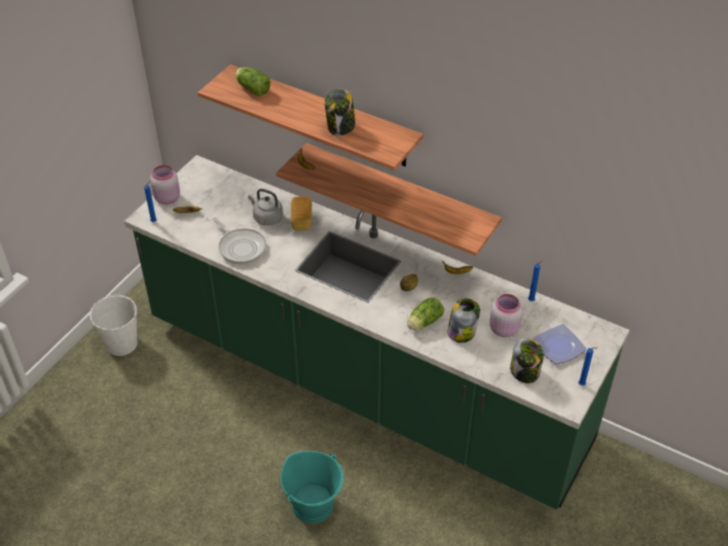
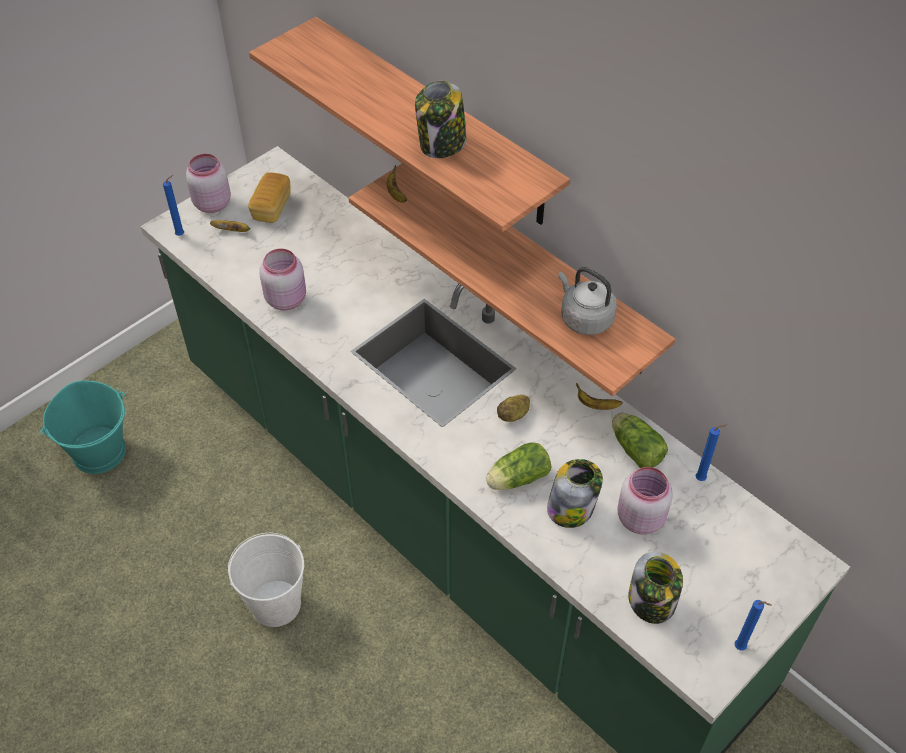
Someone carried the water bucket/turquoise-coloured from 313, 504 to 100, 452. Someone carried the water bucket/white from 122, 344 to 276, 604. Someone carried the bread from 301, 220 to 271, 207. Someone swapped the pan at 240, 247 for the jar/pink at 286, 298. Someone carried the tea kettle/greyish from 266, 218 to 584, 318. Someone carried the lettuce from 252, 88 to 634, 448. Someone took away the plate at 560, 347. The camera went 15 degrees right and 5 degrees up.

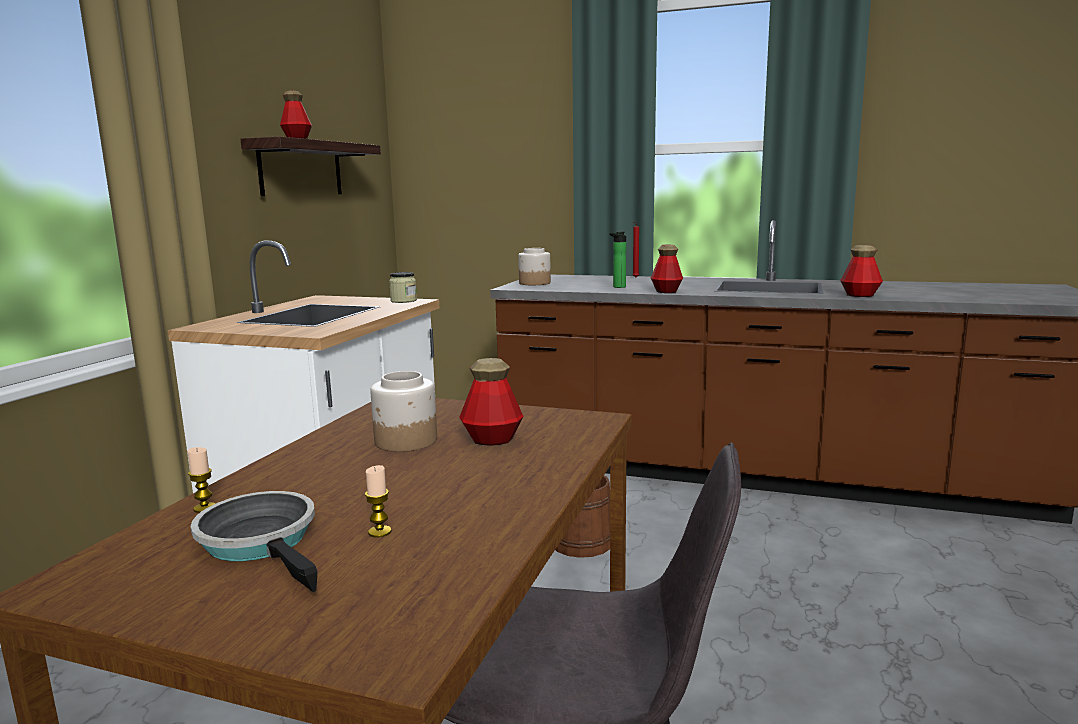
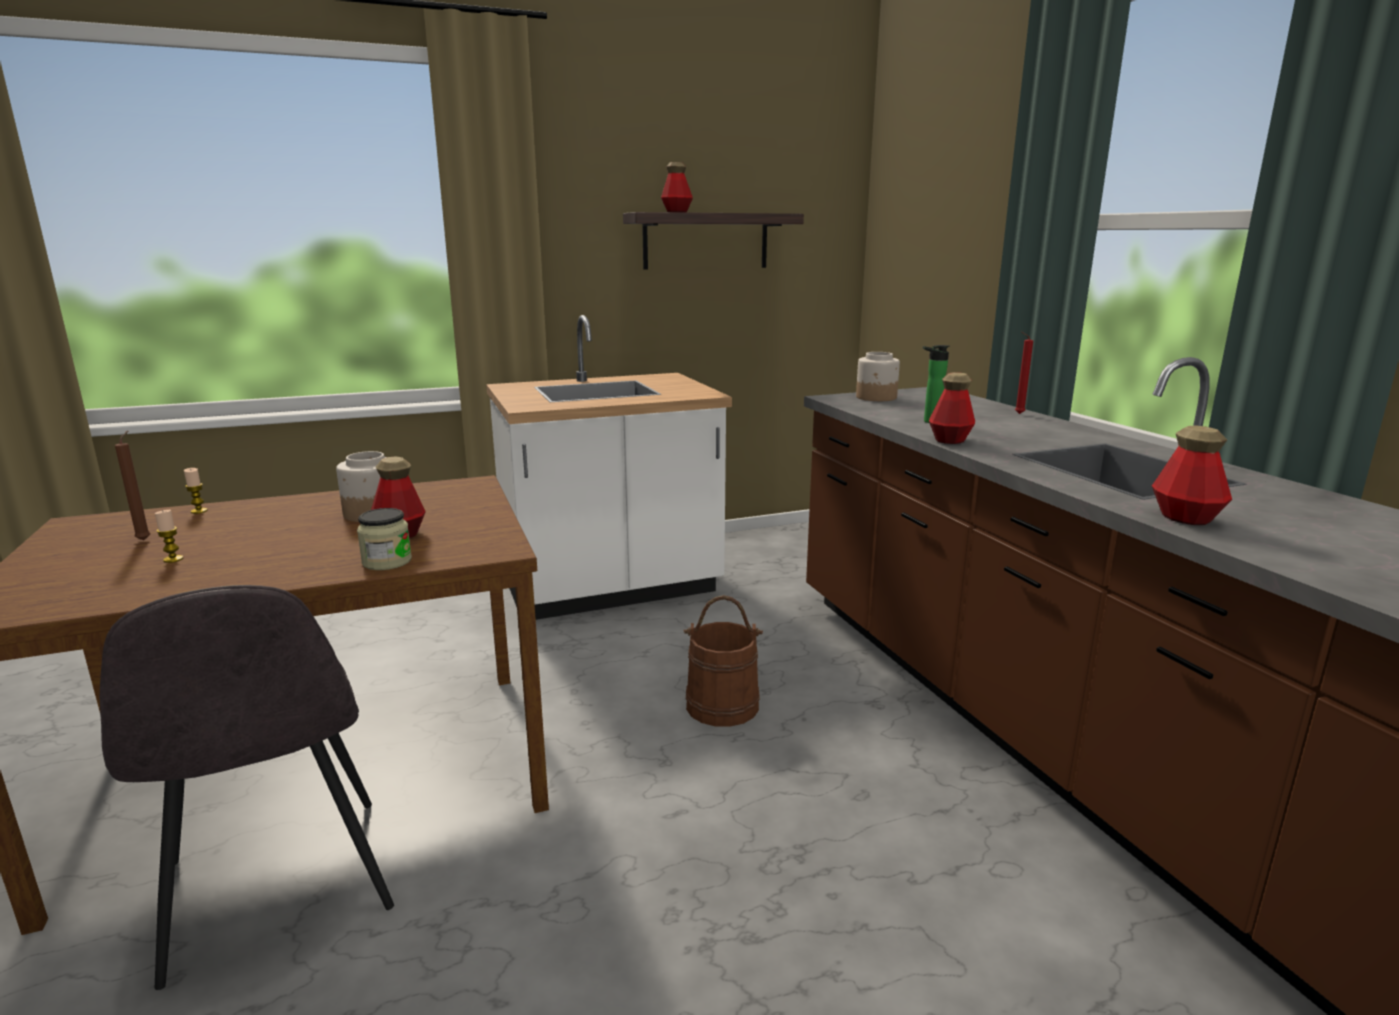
Someone swapped the pan at 262, 542 for the candle/brown at 145, 539. Someone carried the jar from 403, 301 to 387, 561. The camera went 50 degrees right and 5 degrees up.

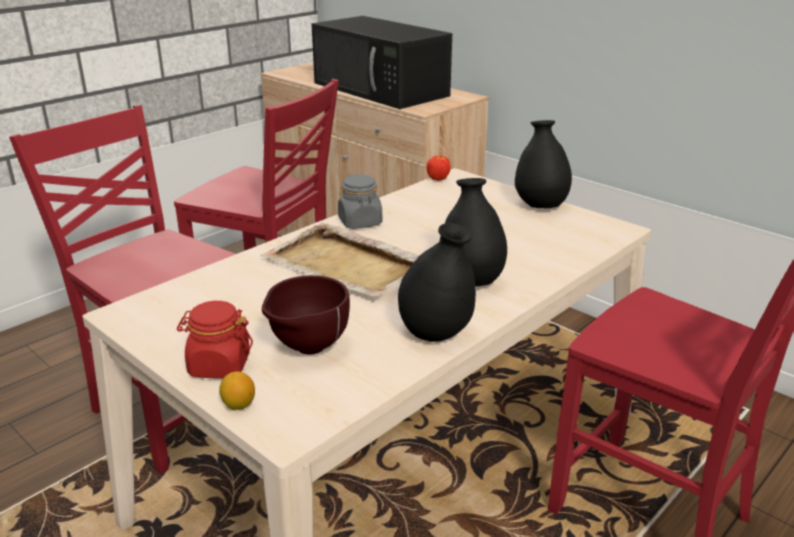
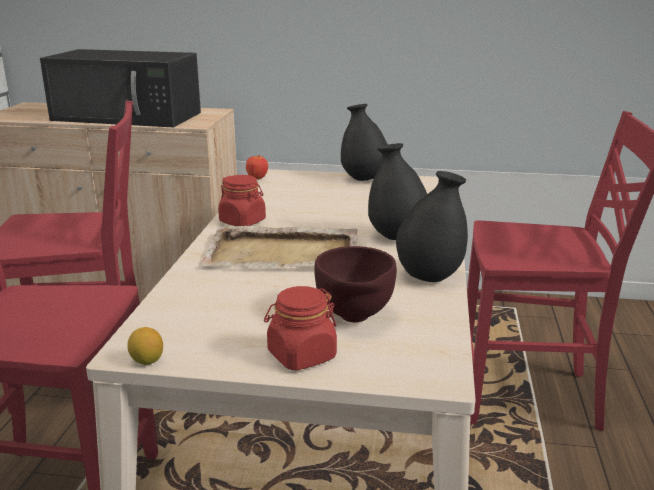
Someone carried the whole lemon from 238, 405 to 147, 361. Someone repainted the jar/greyish at 360, 222, which became the jar/reddish at 243, 221. The camera went 35 degrees left and 5 degrees down.

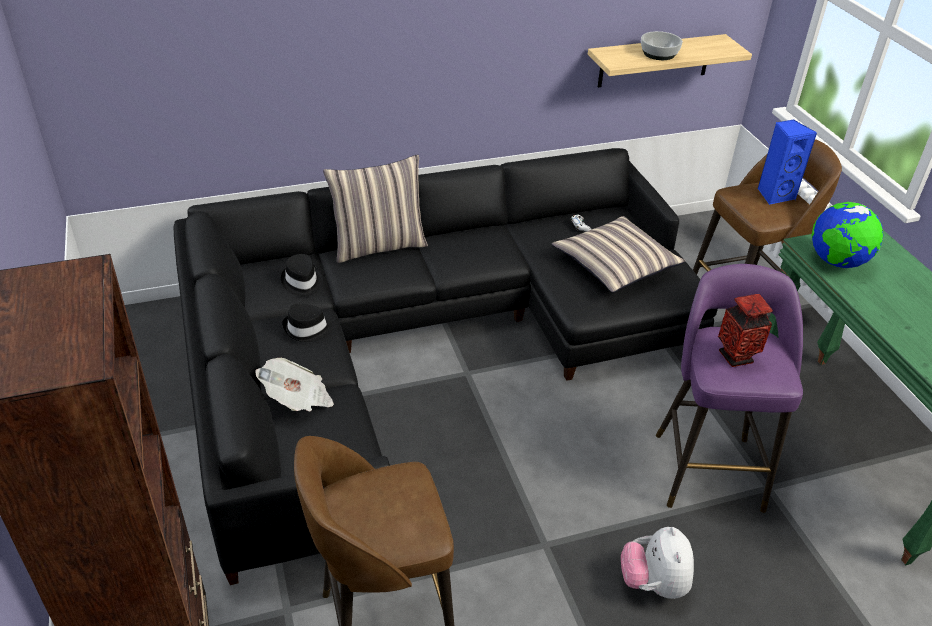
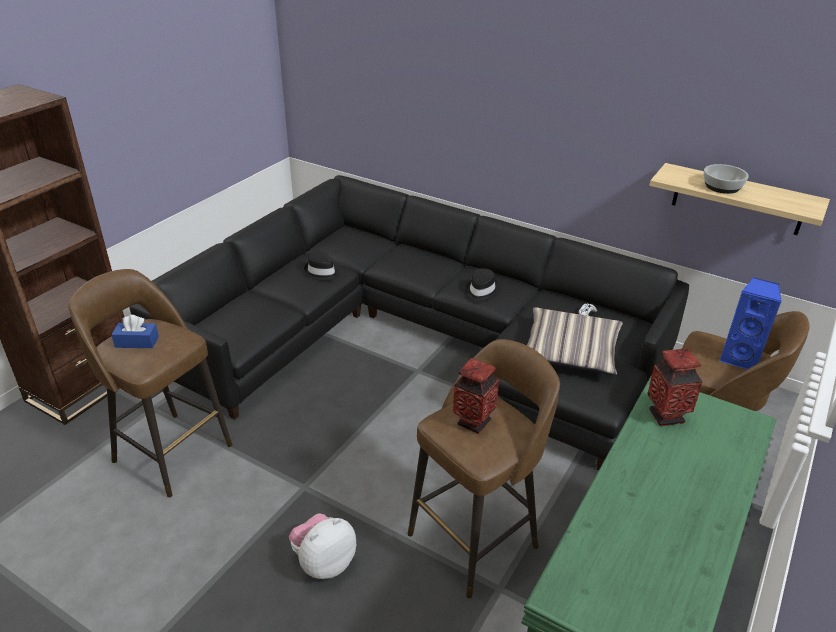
Someone put down the box of tissues/bluish at 137, 342. Someone repainted the stool/purple at 708, 468, which became the stool/brown at 476, 539. Someone carried the wearable hat/black-coloured from 302, 282 to 481, 291. Someone swapped the world globe at 837, 262 for the decorative vase at 666, 416. Someone took away the newspaper at 298, 399. Someone took away the cushion at 379, 245. The camera went 50 degrees right and 5 degrees down.

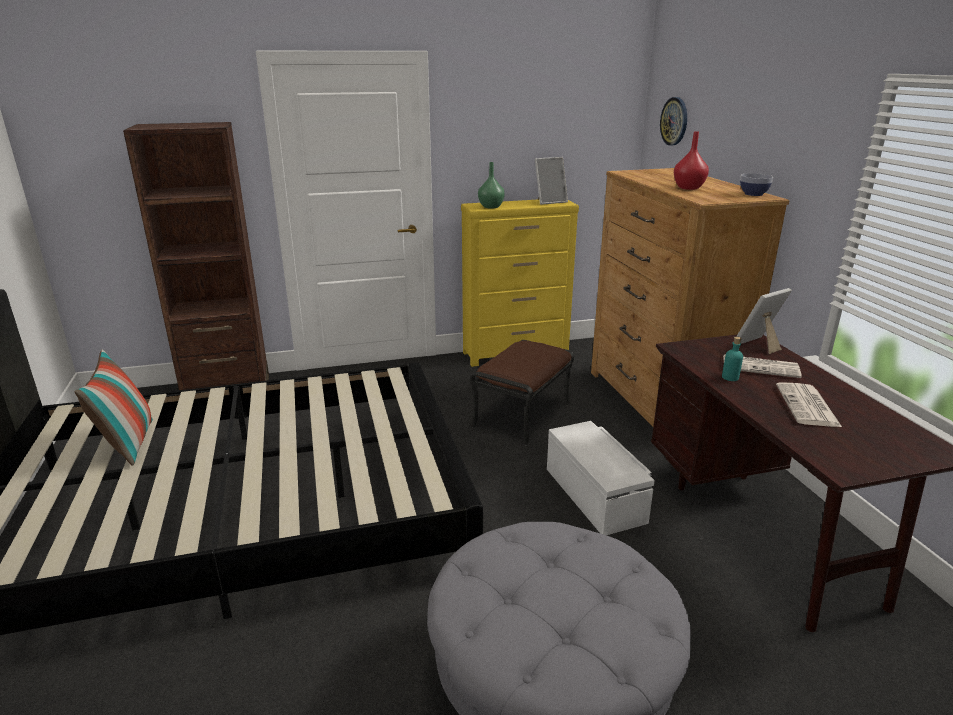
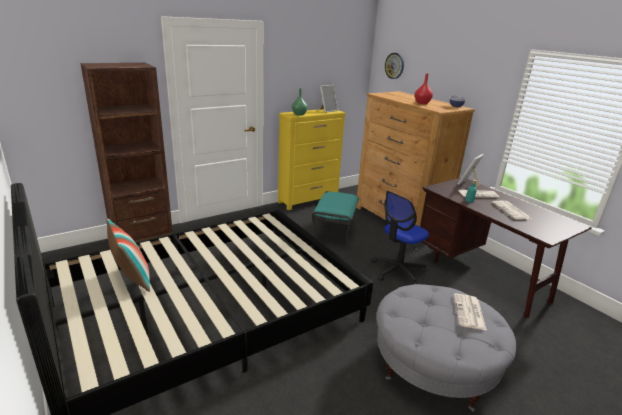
Someone repainted the footrest/brown at 523, 416, which became the footrest/turquoise-coloured at 334, 235. Someone swapped the storage container/white at 595, 494 for the desk chair at 397, 271. Someone put down the newspaper at 469, 312. The camera went 20 degrees left and 0 degrees up.

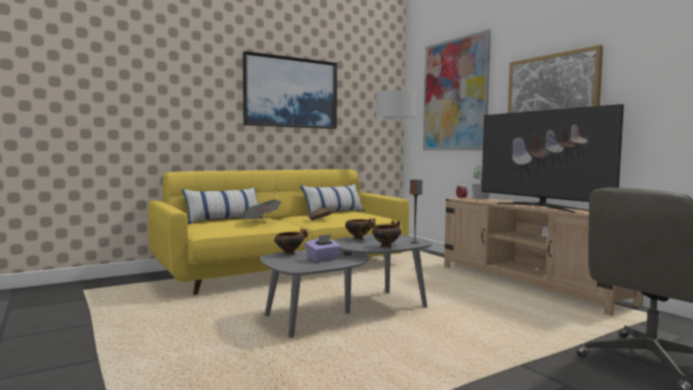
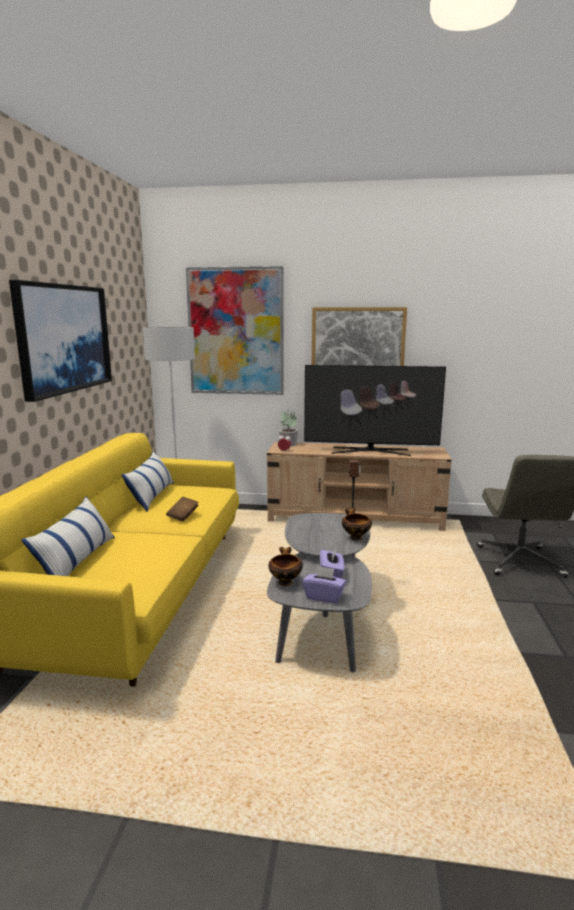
Someone put down the box of tissues/purple at 324, 596. Someone took away the newspaper at 260, 221. Someone took away the deep dish at 359, 239. The camera went 50 degrees left and 10 degrees up.

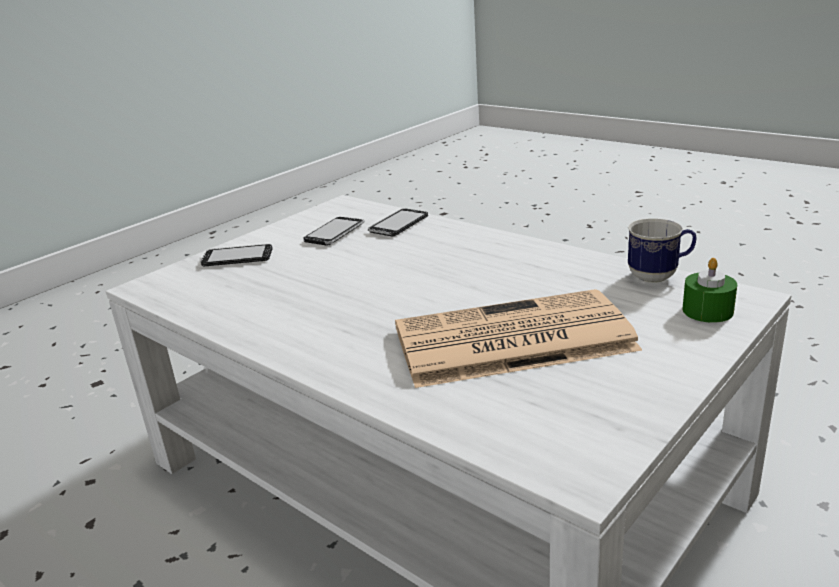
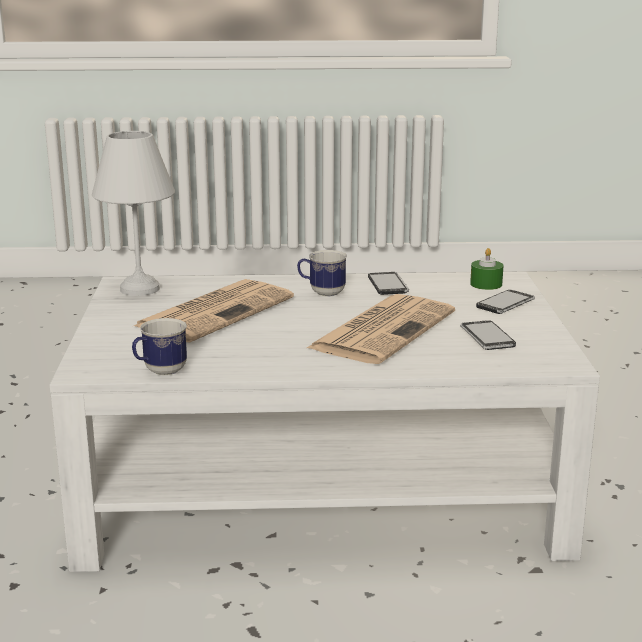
Someone put down the table lamp/white at 141, 289. Someone put down the coffee mug at 322, 292. Someone put down the newspaper at 383, 329. Someone carried the phone from 398, 224 to 388, 285. Someone carried the candle/green-coloured from 707, 311 to 486, 284. The camera went 135 degrees right and 5 degrees down.

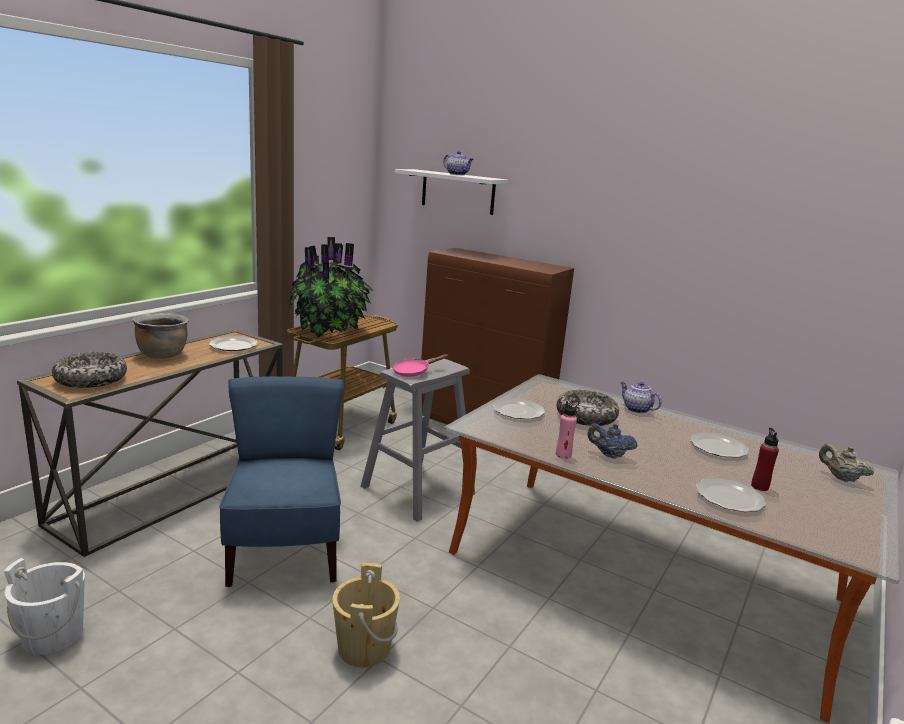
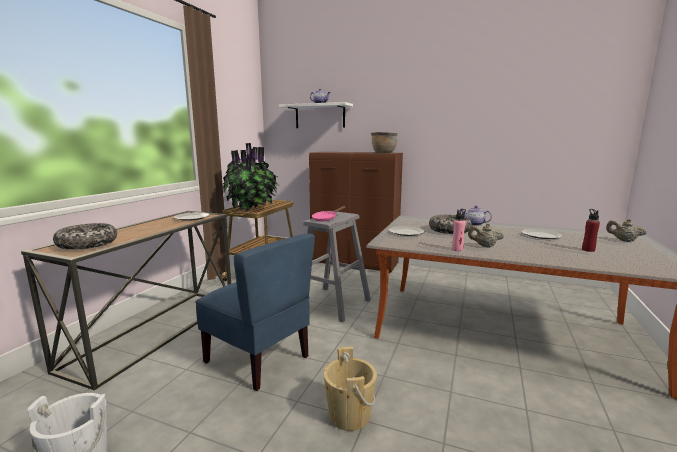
Someone rotated the plain chair/bluish at 284, 554 by 150 degrees clockwise. Someone carried the cooking pot/brown from 162, 355 to 383, 153. Someone repainted the pot for tea/bluish at 609, 455, which became the pot for tea/beige at 484, 246. Someone took away the plate at 730, 498. The camera went 10 degrees left and 5 degrees down.

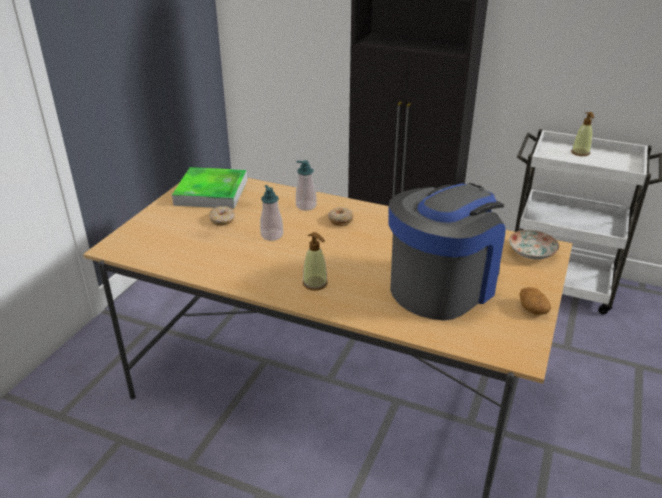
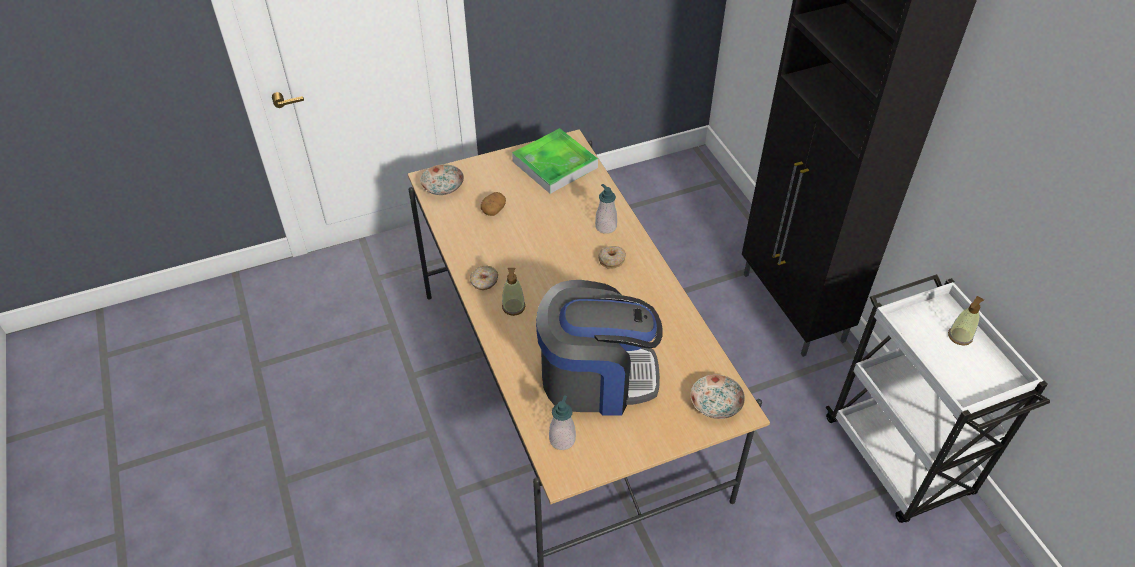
Someone put down the plate at 443, 187. Someone carried the donut from 222, 220 to 484, 281. Someone carried the potato from 532, 308 to 493, 209. Someone carried the soap dispenser from 272, 235 to 562, 439. The camera went 45 degrees right and 15 degrees up.

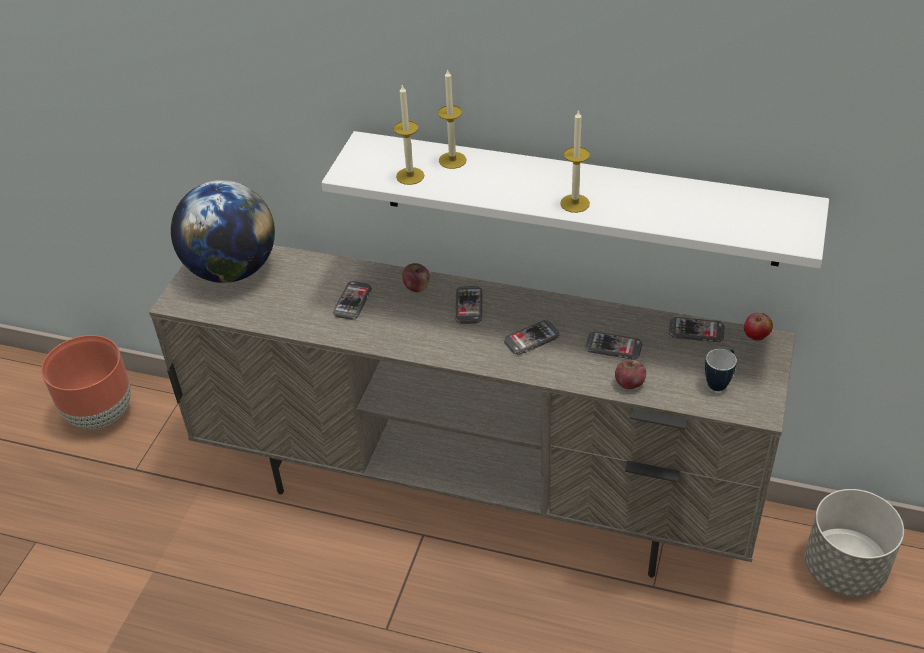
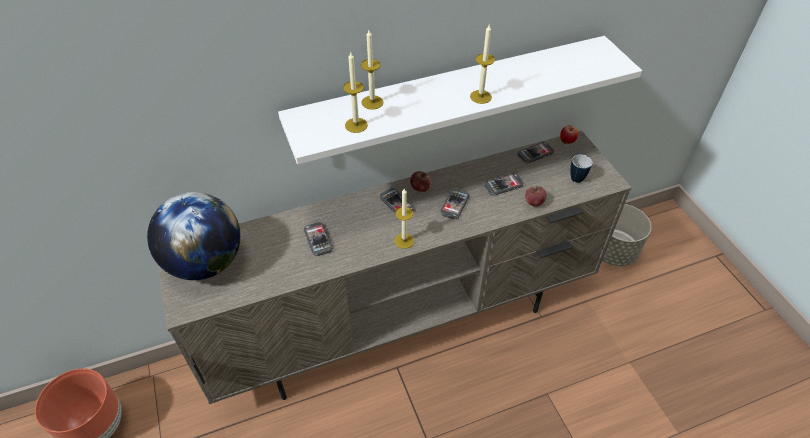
Someone put down the candle at 404, 240. Someone carried the apple from 417, 287 to 420, 188. The camera went 40 degrees left and 5 degrees up.

